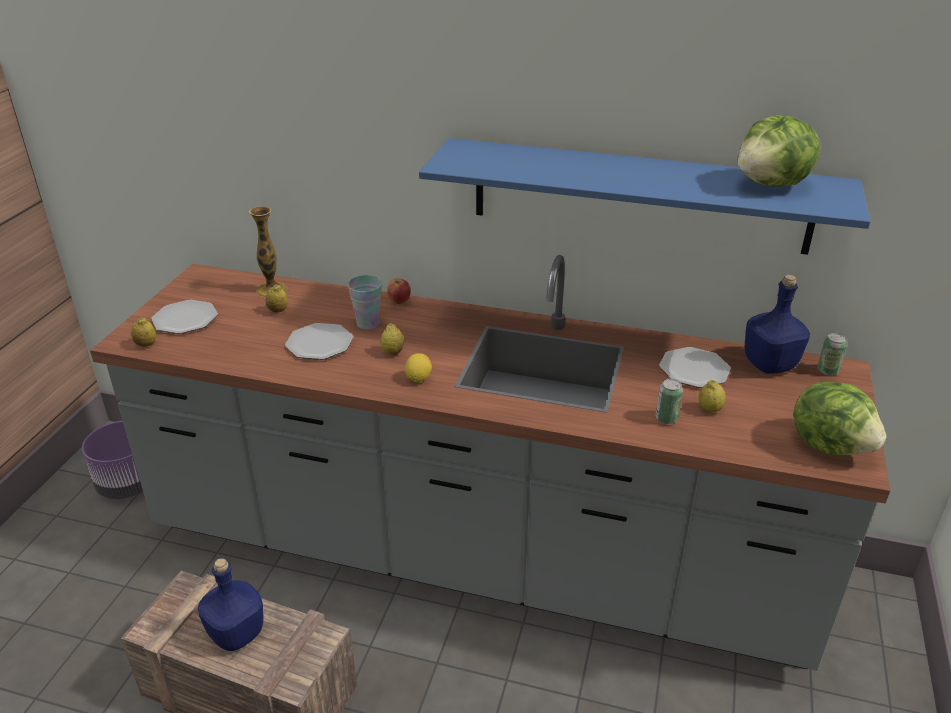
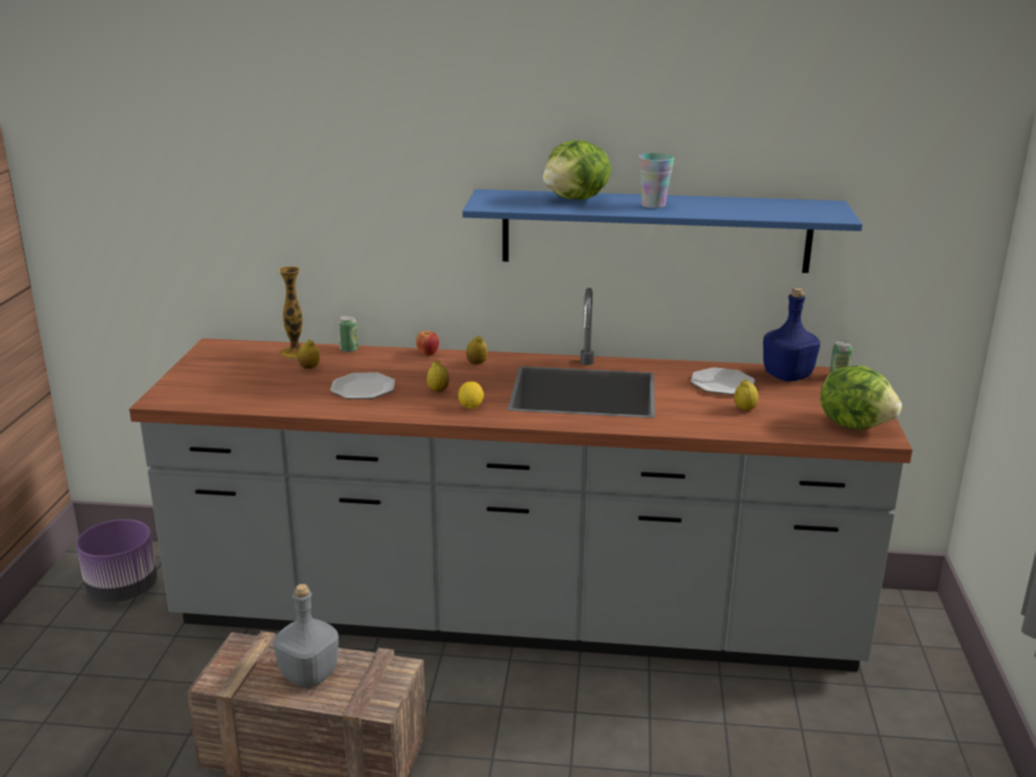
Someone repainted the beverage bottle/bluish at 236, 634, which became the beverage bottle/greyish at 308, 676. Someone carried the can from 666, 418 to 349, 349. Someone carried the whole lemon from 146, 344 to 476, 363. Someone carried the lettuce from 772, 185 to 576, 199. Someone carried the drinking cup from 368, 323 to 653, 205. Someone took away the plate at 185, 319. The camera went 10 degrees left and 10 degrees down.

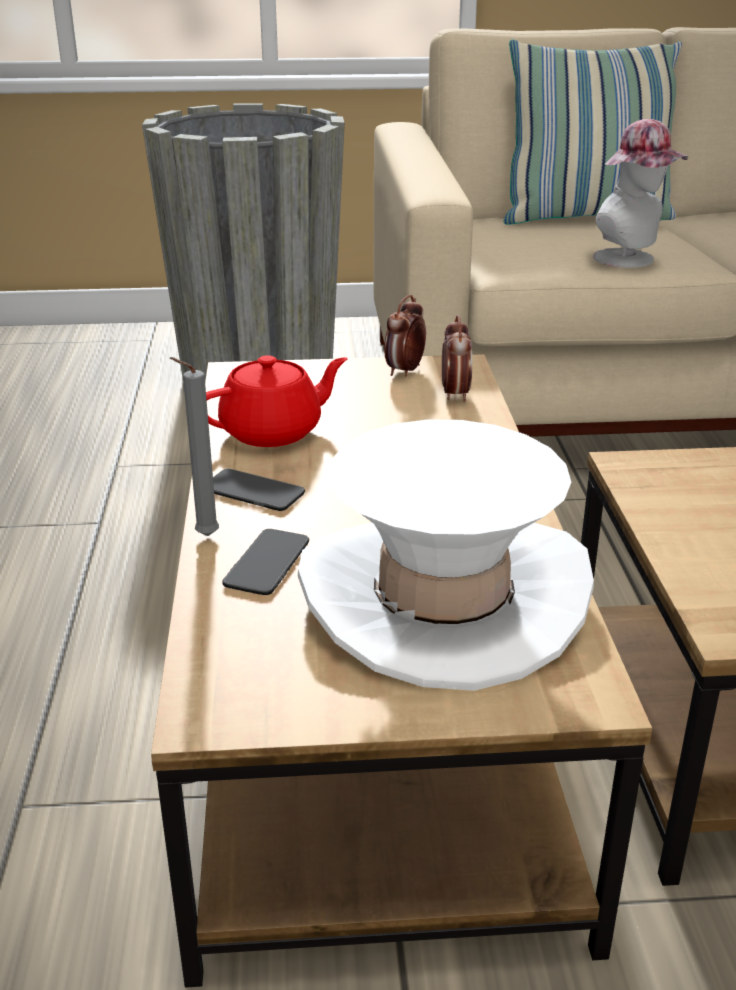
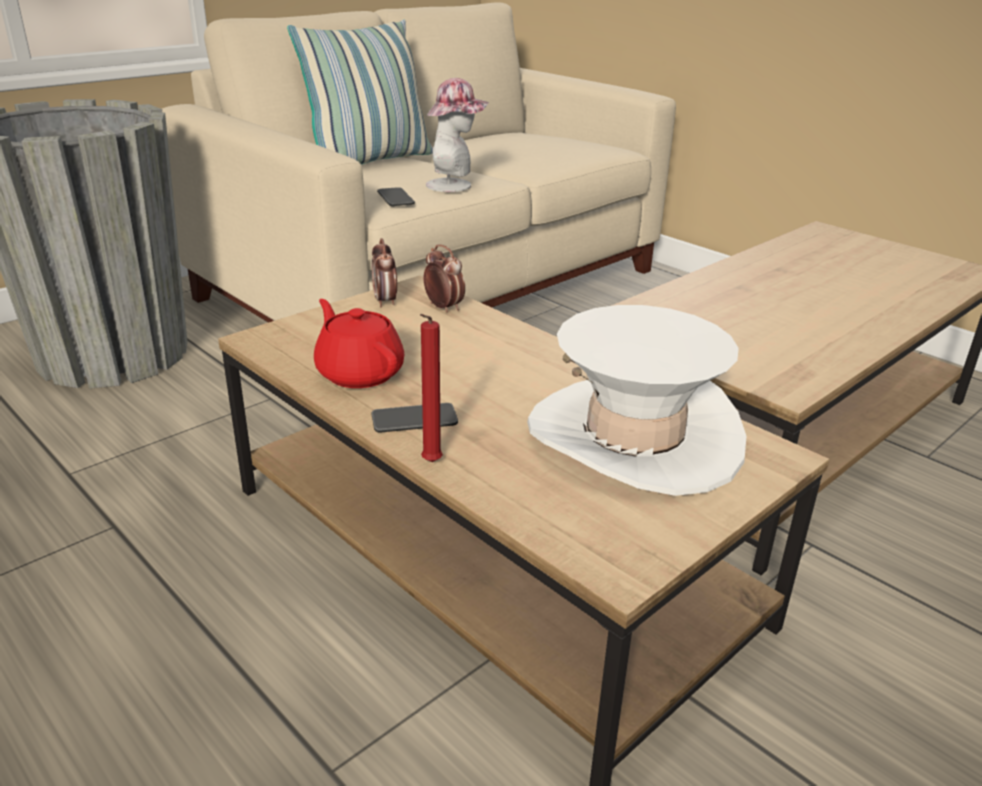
Someone rotated the pot for tea/reddish at 273, 431 by 60 degrees counterclockwise. Someone carried the phone from 267, 563 to 395, 198. Someone repainted the candle/greyish at 203, 536, which became the candle/reddish at 429, 463. The camera went 40 degrees left and 0 degrees up.

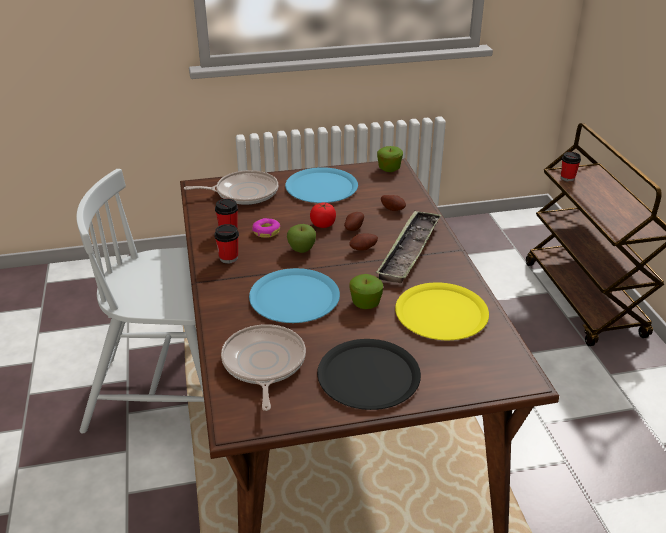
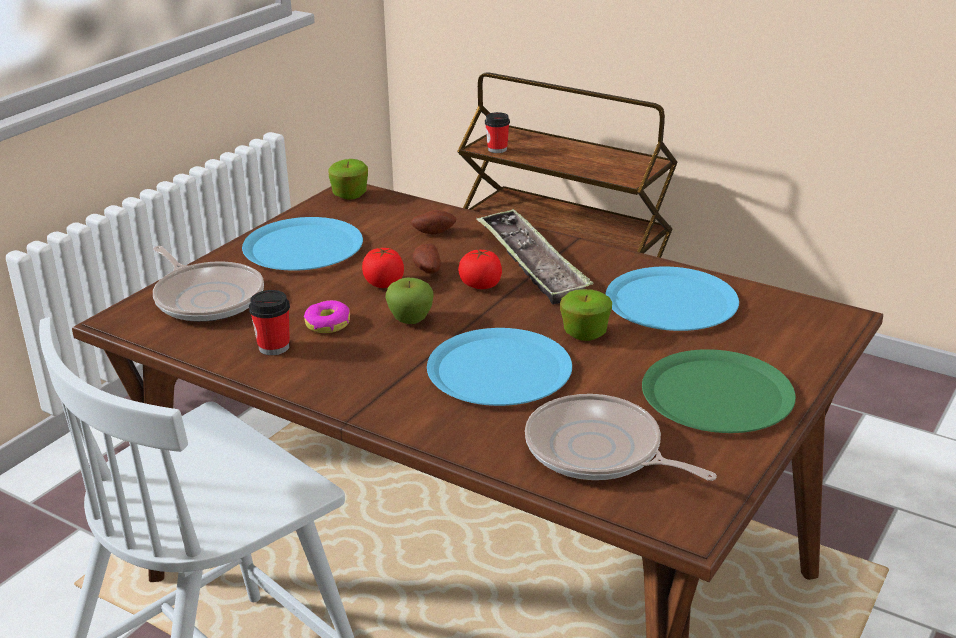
Someone rotated the pan at 243, 193 by 105 degrees clockwise. Someone swapped the potato at 363, 249 for the whole tomato at 480, 285. Someone repainted the plate/yellow-coloured at 441, 313, which became the plate/bluish at 671, 302. Someone repainted the plate/black-coloured at 368, 375, which became the plate/green-coloured at 717, 394. Someone took away the drinking cup at 228, 258. The camera went 45 degrees left and 5 degrees down.

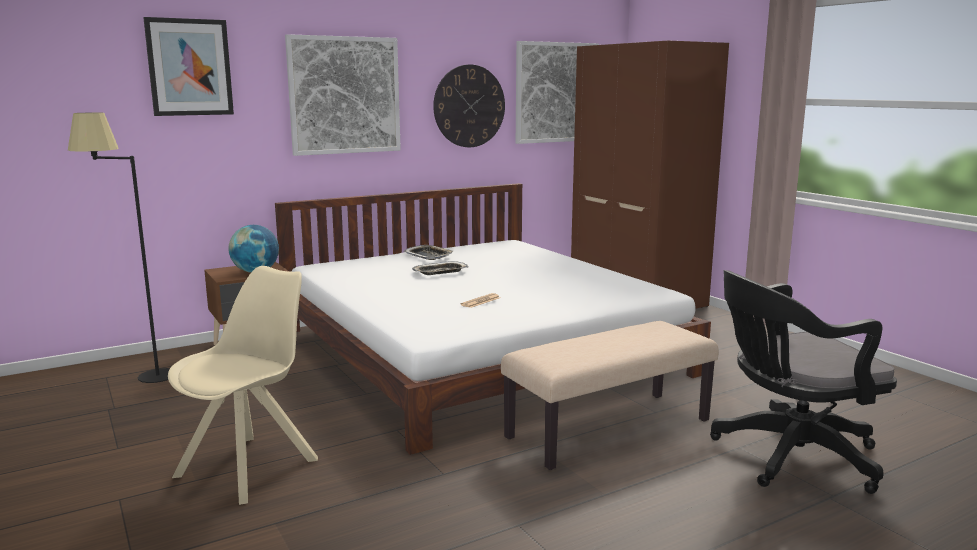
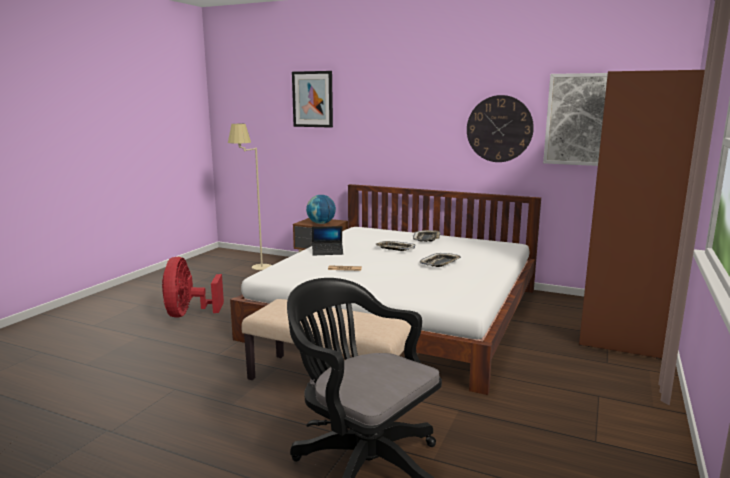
Someone swapped the plain chair/beige at 250, 466 for the fan/reddish at 188, 314. Someone repainted the floor lamp/black-coloured at 140, 380, which became the floor lamp/beige at 253, 266. Someone put down the portable computer at 327, 252. Someone put down the serving tray at 440, 263. Someone took away the wall art at 344, 95. The camera went 55 degrees right and 0 degrees up.

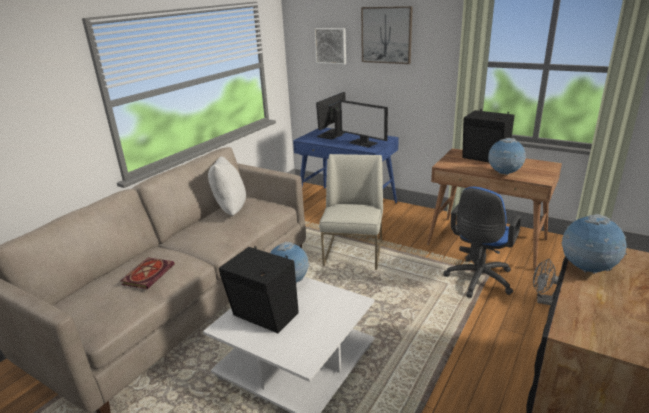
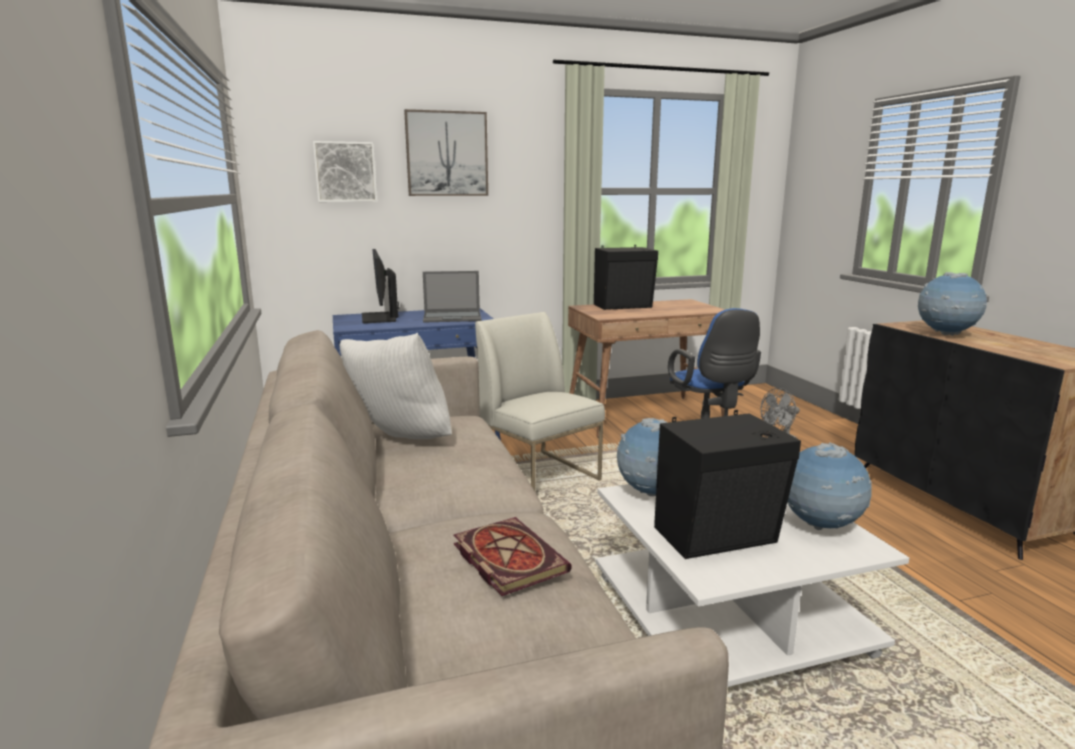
Someone swapped the computer screen at 363, 143 for the portable computer at 453, 317. Someone carried the world globe from 504, 174 to 820, 527. The camera went 50 degrees left and 10 degrees down.

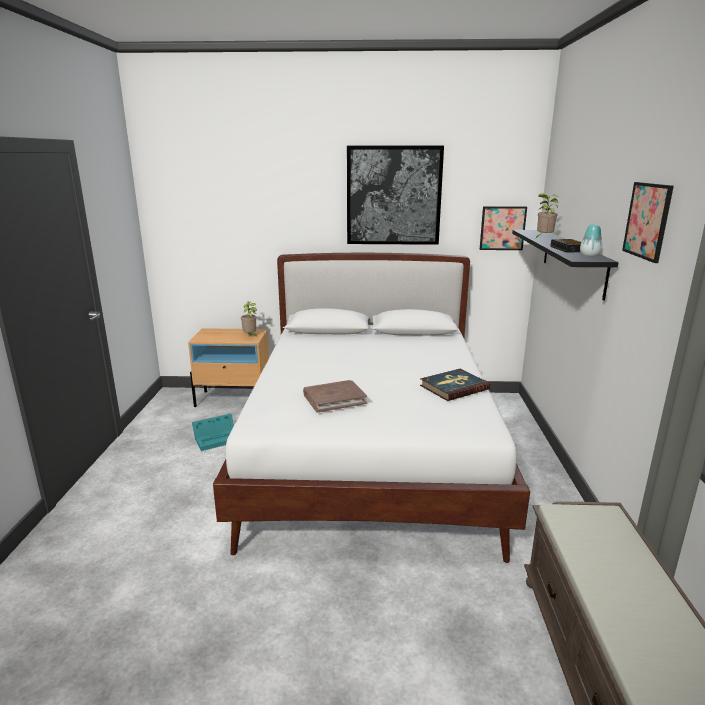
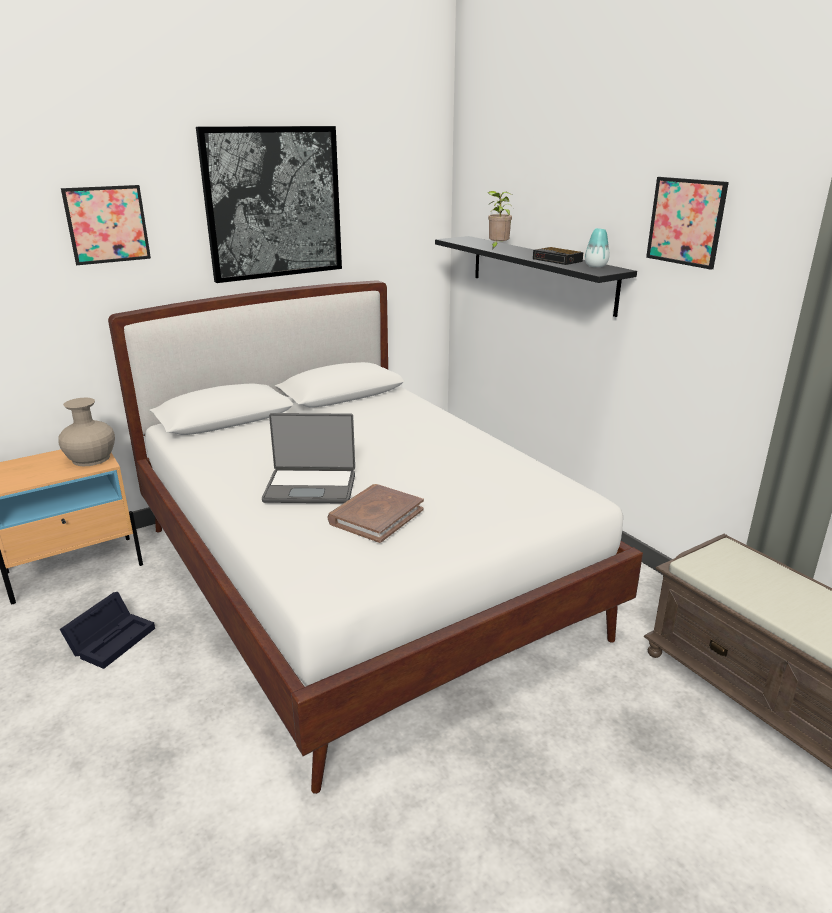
Someone swapped the potted plant at 250, 336 for the decorative vase/beige at 91, 458. Someone repainted the storage container/turquoise-coloured at 218, 438, which became the storage container/black-coloured at 112, 638. Someone carried the wall art from 502, 228 to 107, 224. Someone put down the portable computer at 311, 487. Someone took away the book at 453, 387. The camera went 35 degrees left and 5 degrees up.

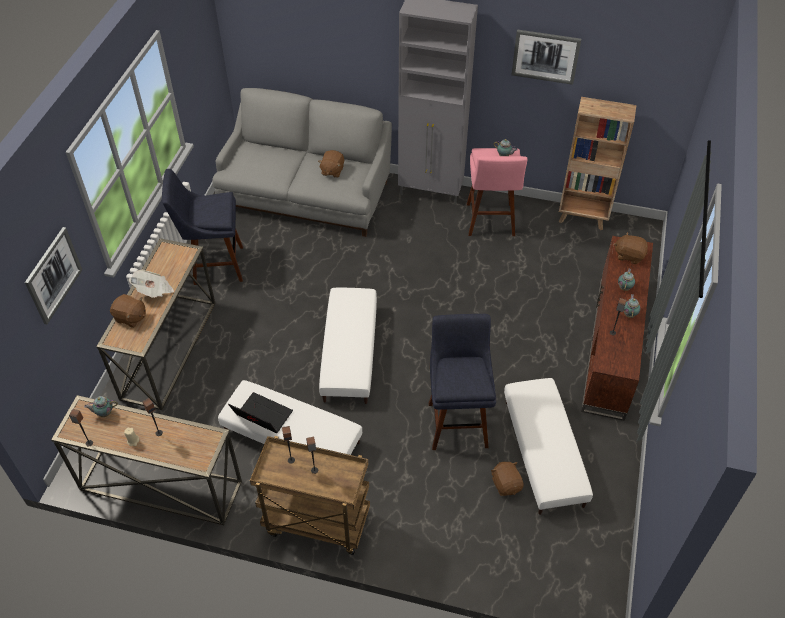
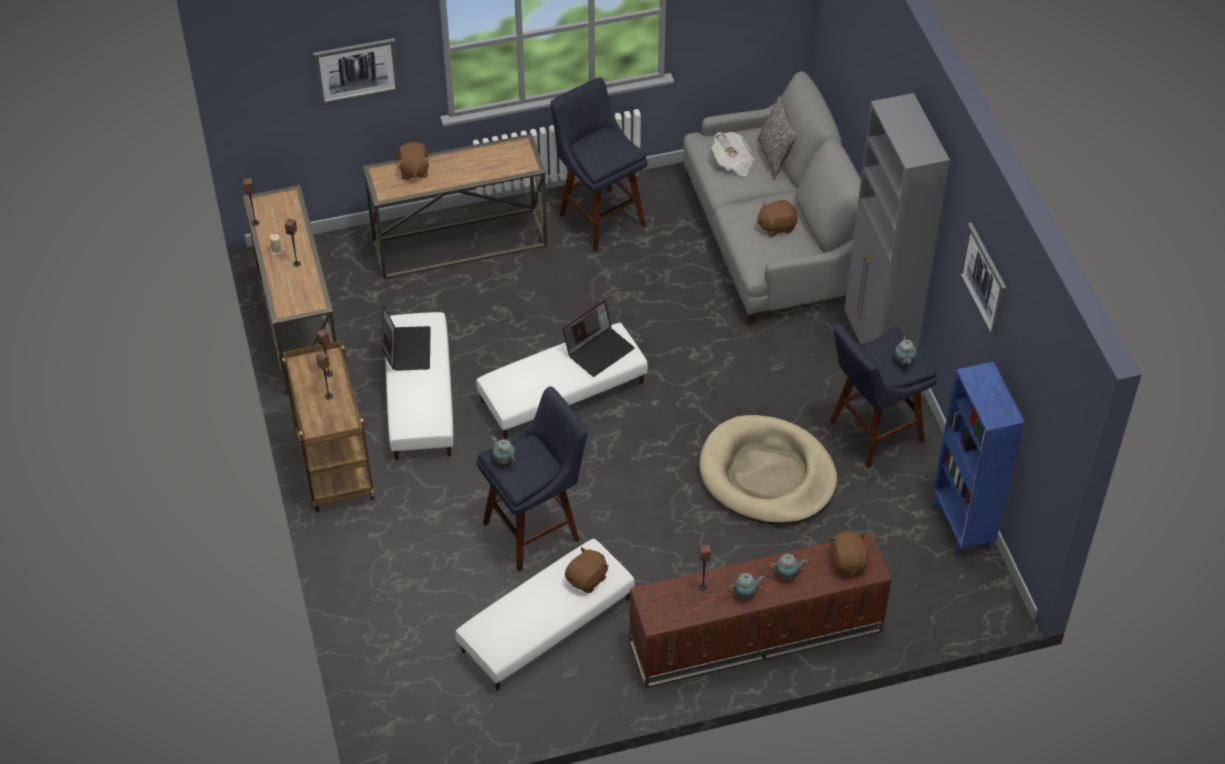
Someone carried the pot for tea from 104, 413 to 504, 460. Someone put down the portable computer at 599, 350. Someone carried the cuddly toy/brown from 506, 484 to 587, 579. Someone put down the pet bed/beige at 767, 475. Someone carried the newspaper from 154, 291 to 733, 162. Someone put down the cushion at 774, 157. Someone repainted the stool/pink at 490, 222, which became the stool/bluish at 871, 434. Someone repainted the shelving unit/brown at 583, 218, which became the shelving unit/bluish at 961, 527. The camera went 60 degrees right and 0 degrees up.

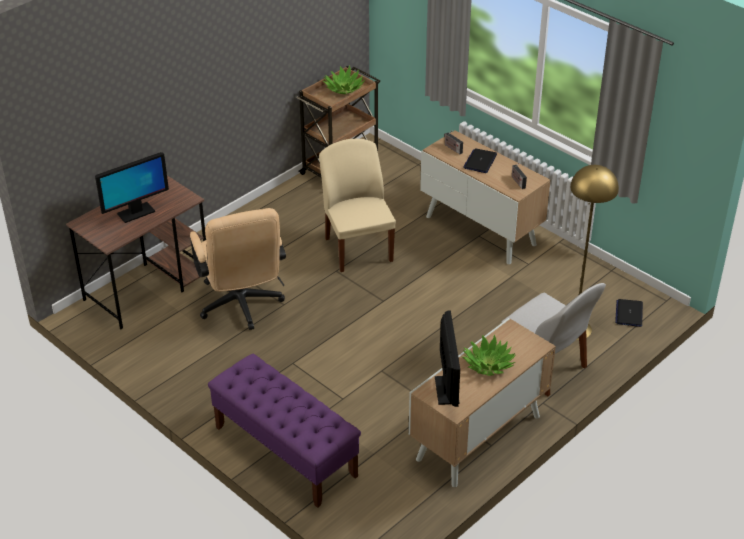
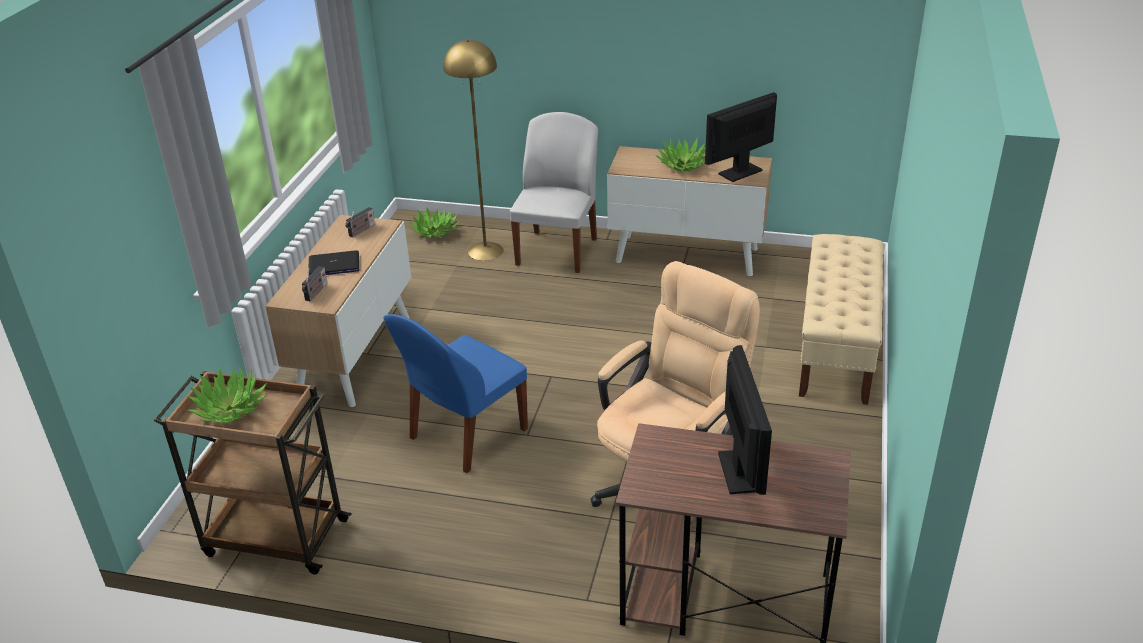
Someone repainted the plain chair/beige at 358, 248, which became the plain chair/bluish at 466, 435. Someone swapped the portable computer at 629, 313 for the potted plant at 435, 231. Someone rotated the computer screen at 135, 213 by 60 degrees clockwise. Someone repainted the indoor bench/purple at 285, 451, which became the indoor bench/beige at 836, 347. The camera went 120 degrees left and 5 degrees down.

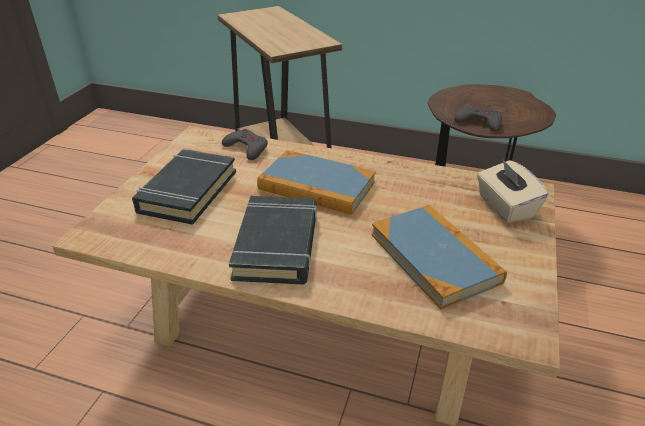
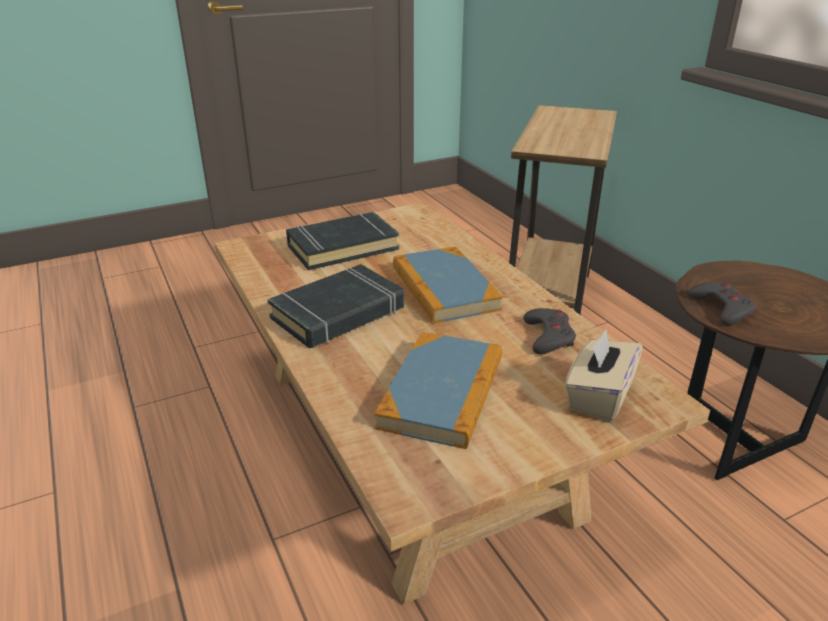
Someone carried the game controller/greyish from 247, 148 to 548, 336. The camera went 45 degrees right and 5 degrees down.

